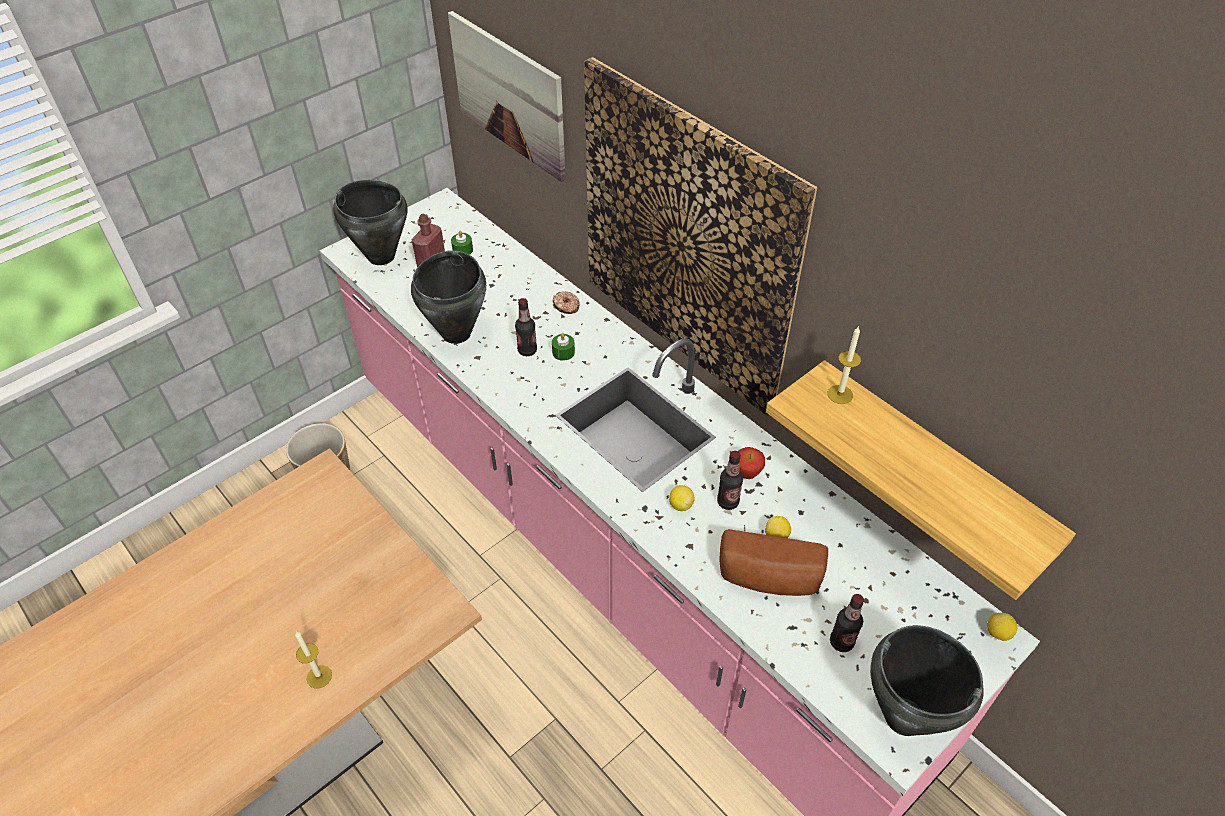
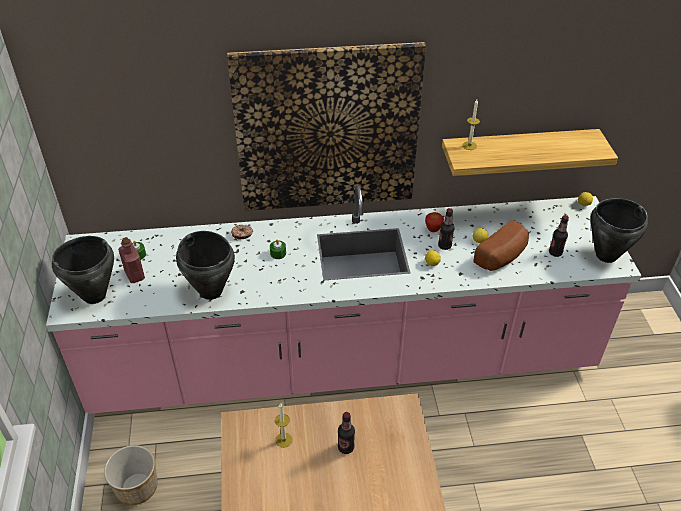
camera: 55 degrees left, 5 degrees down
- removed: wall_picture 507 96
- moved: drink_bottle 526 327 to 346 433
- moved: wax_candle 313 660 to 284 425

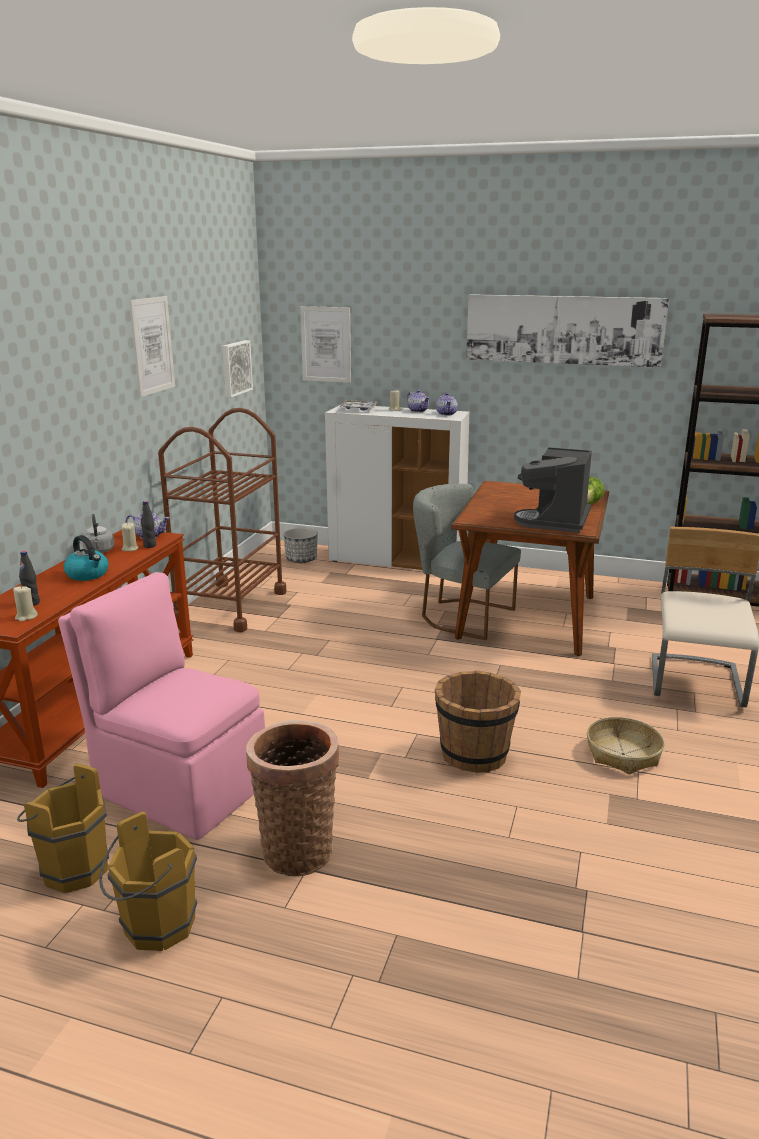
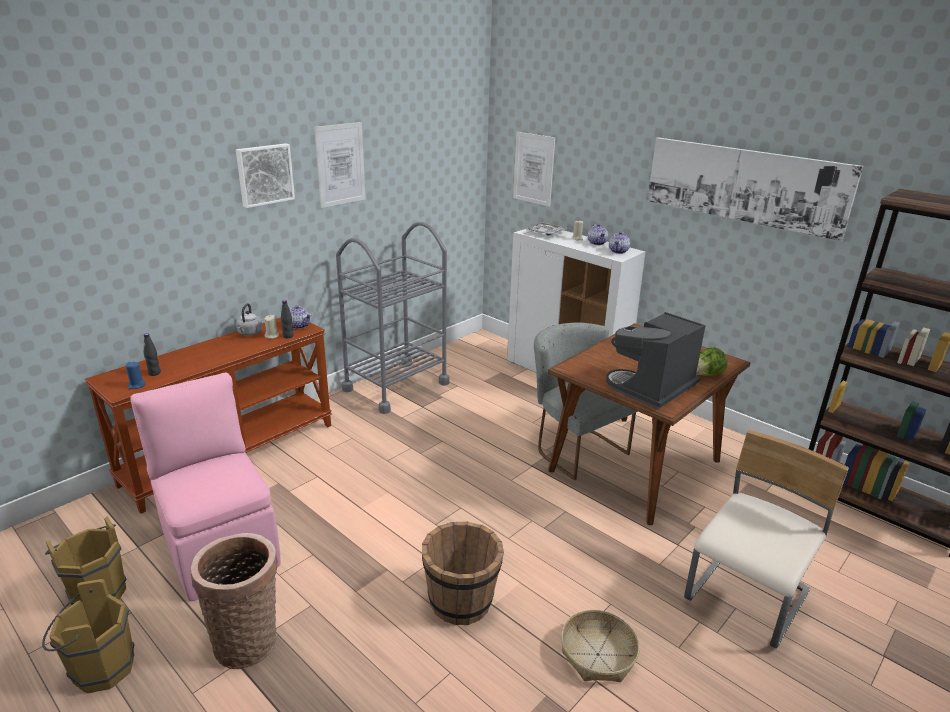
camera: 25 degrees right, 5 degrees up
- moved: wall_picture 237 369 to 265 175
- recoloured: brownish_cart 222 520 to grey_cart 393 318
- removed: plant_pot 300 545
- removed: water_kettle 86 558
- recoloured: beige_wax_candle 25 604 to bluish_wax_candle 136 375

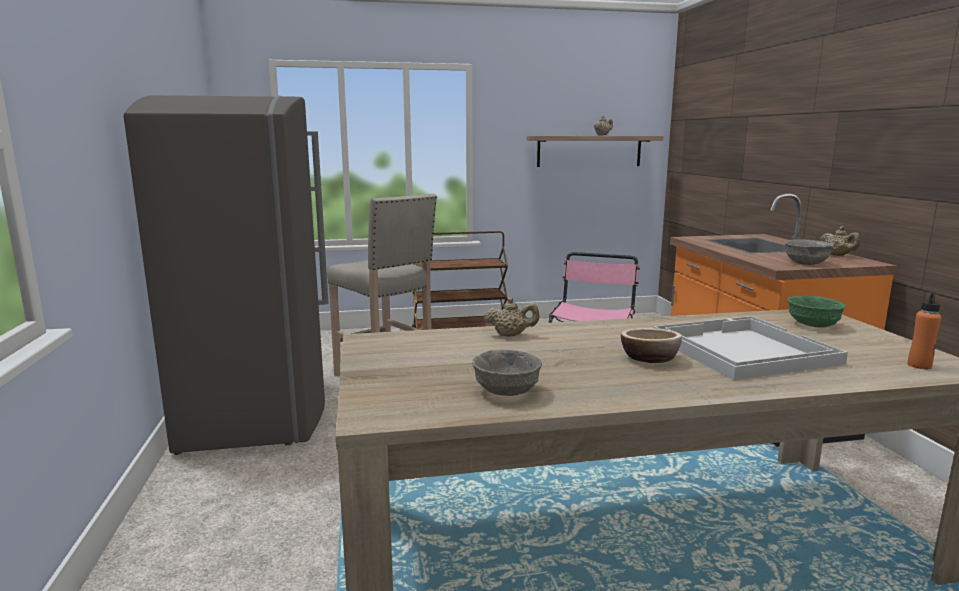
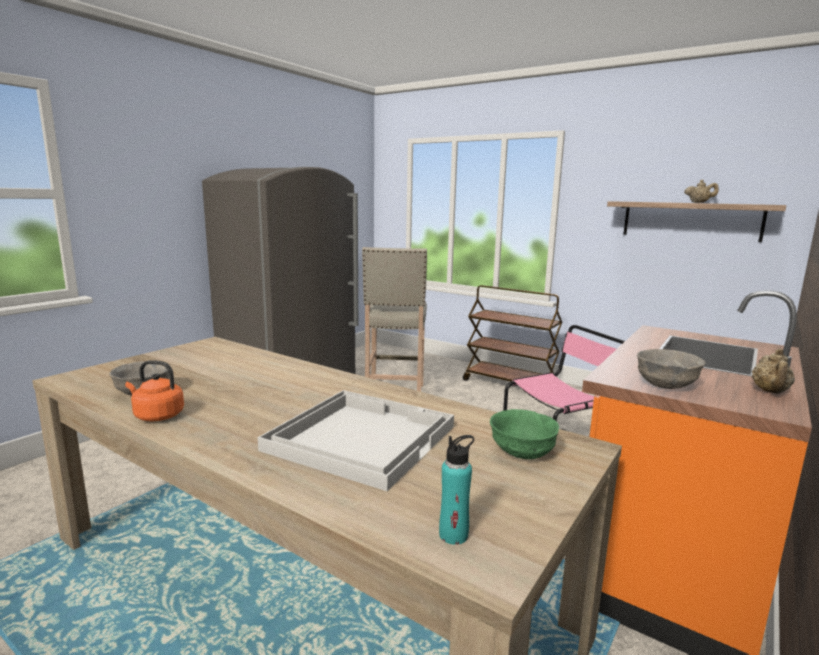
camera: 45 degrees right, 0 degrees up
- recoloured: orangey_drink_bottle 924 330 to turquoise_drink_bottle 456 490
- removed: beige_teapot 511 317
- removed: deep_dish 651 345
- added: orangey_water_kettle 154 390

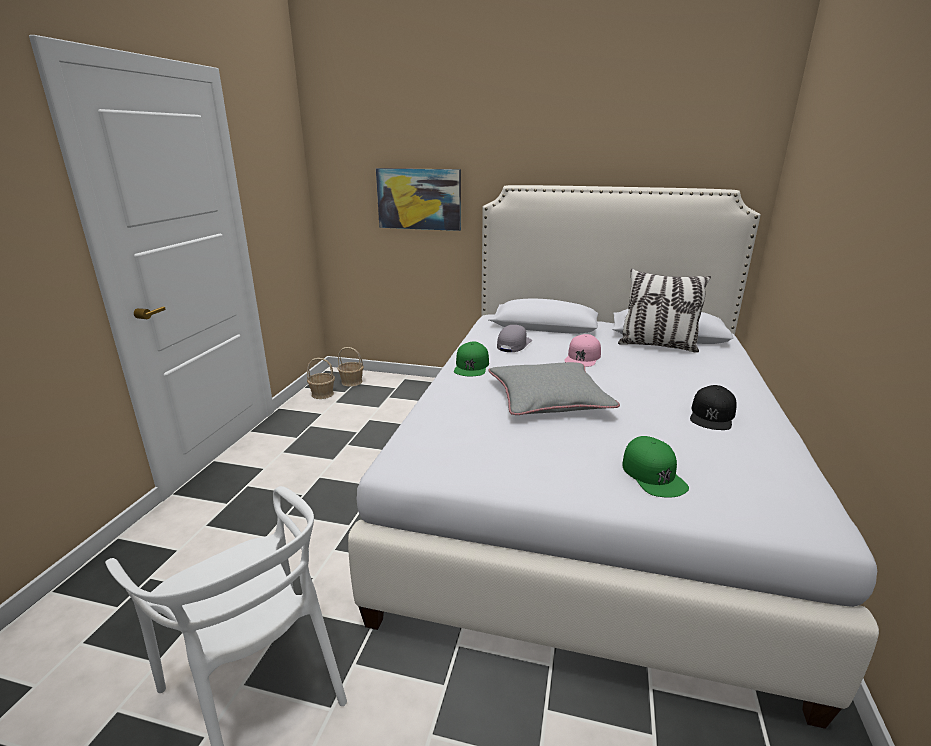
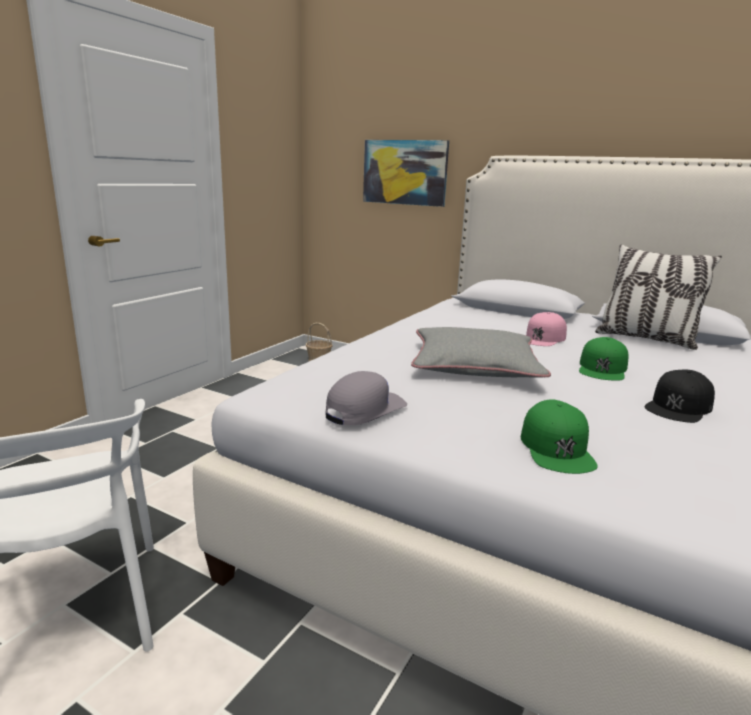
camera: 15 degrees right, 5 degrees down
- moved: grey_baseball_cap 514 338 to 366 398
- moved: green_baseball_cap 471 358 to 604 359
- removed: household_basket 321 378

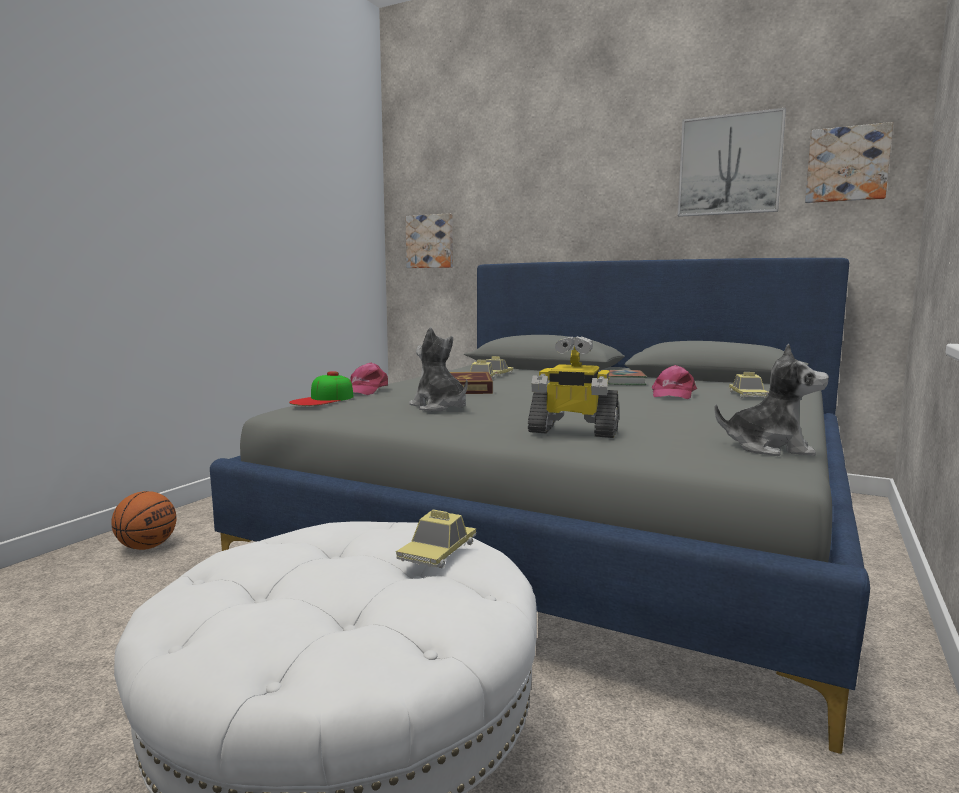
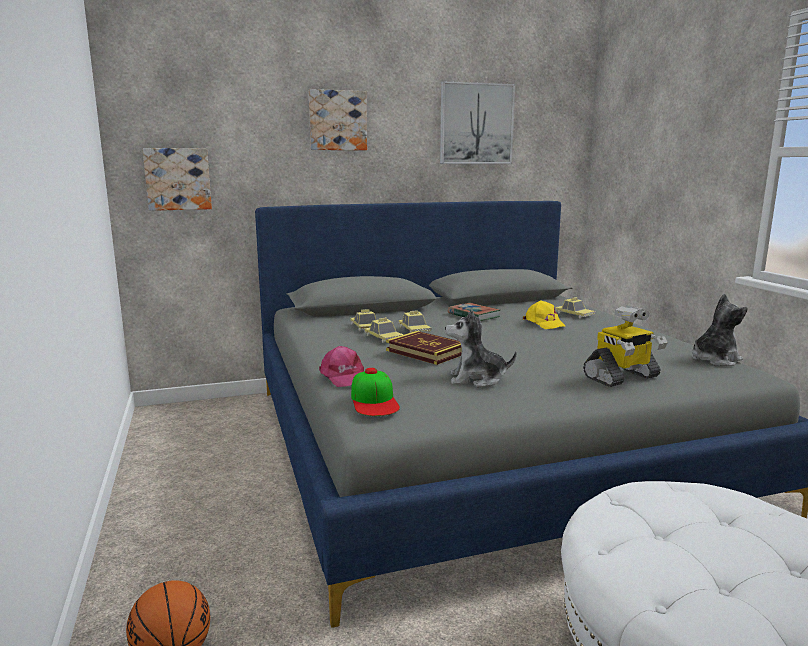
camera: 45 degrees left, 5 degrees up
- moved: wall_picture 849 162 to 338 119
- recoloured: pink_baseball_cap 674 382 to yellow-coloured_baseball_cap 544 314
- moved: toy_car 436 538 to 415 321

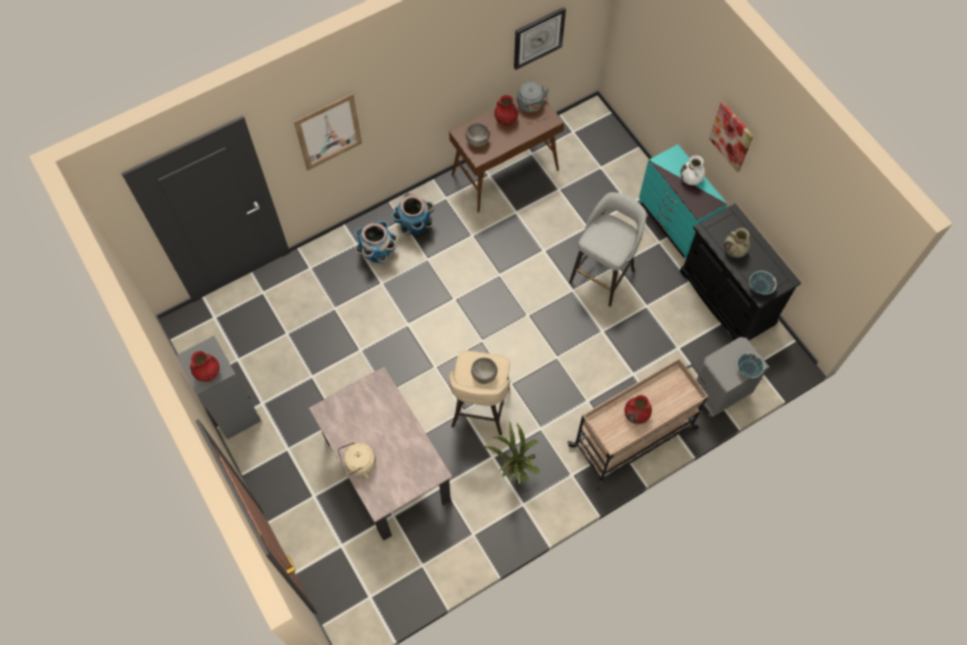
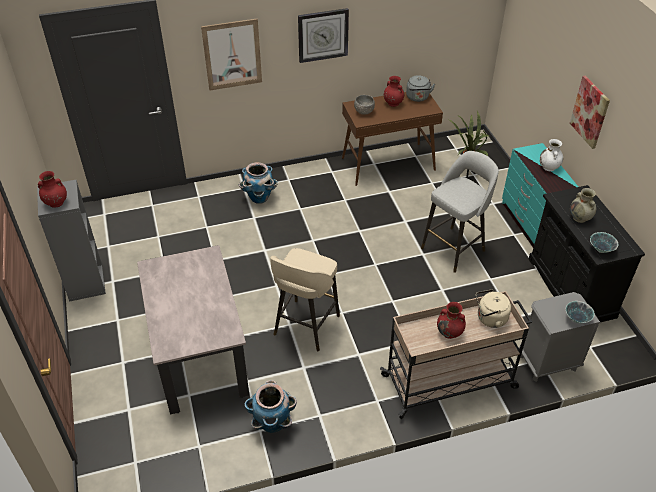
camera: 15 degrees right, 20 degrees down
- moved: clock_on_the_wall 540 38 to 323 35
- moved: plant_pot 413 213 to 271 406
- removed: grey_deep_dish 484 371
- moved: houseplant 511 454 to 469 144
- moved: beige_water_kettle 357 460 to 493 308

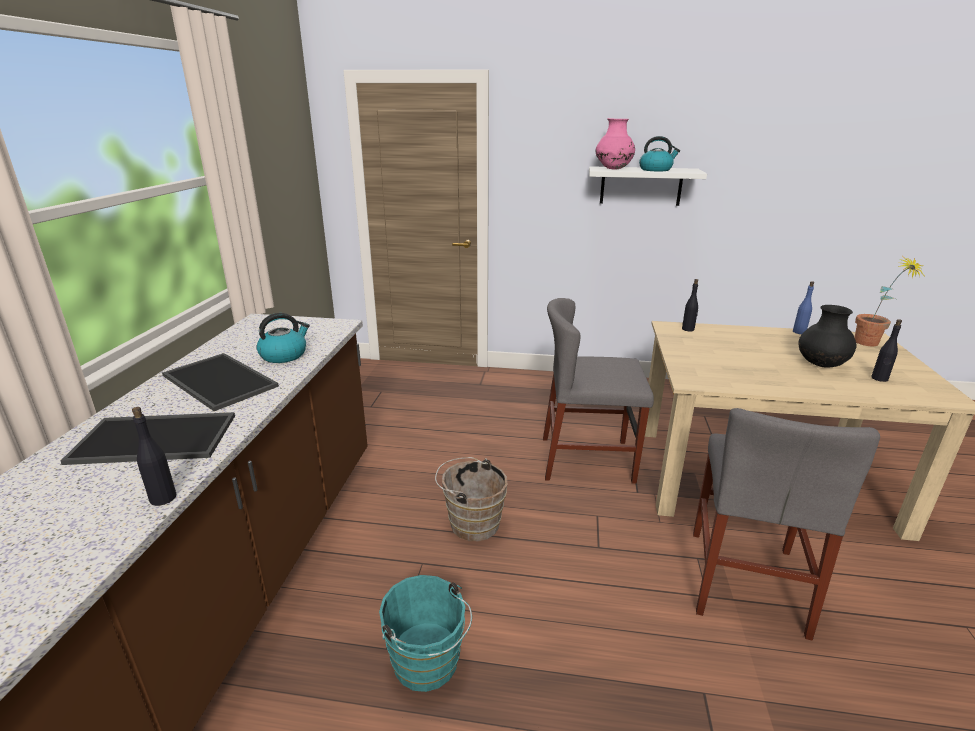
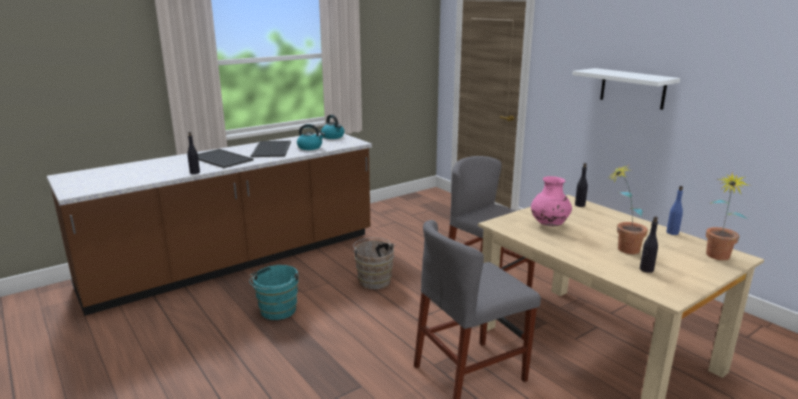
camera: 45 degrees right, 5 degrees down
- moved: pink_vase 615 144 to 551 201
- moved: water_kettle 659 153 to 333 127
- replaced: black_vase 827 336 to houseplant 628 209

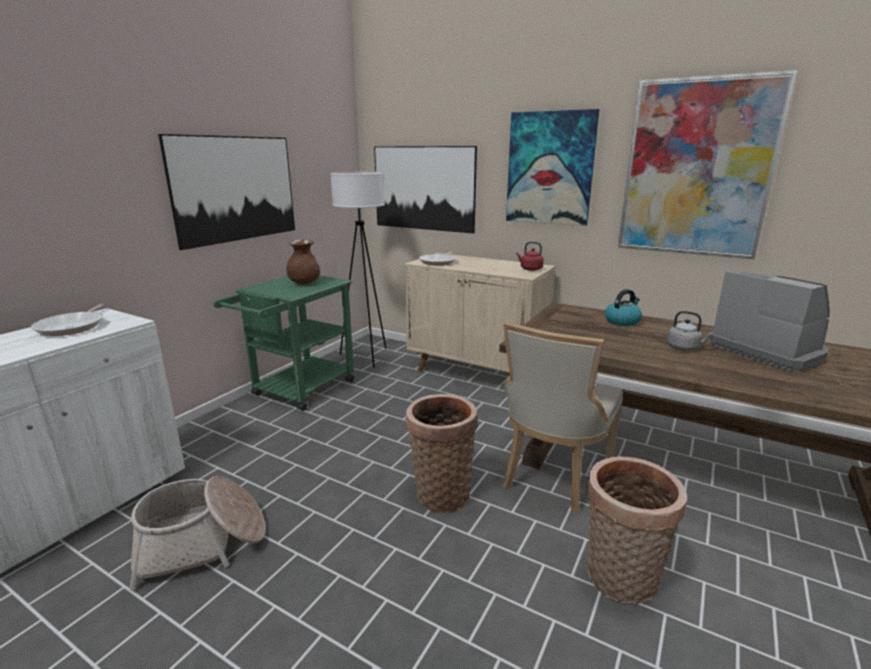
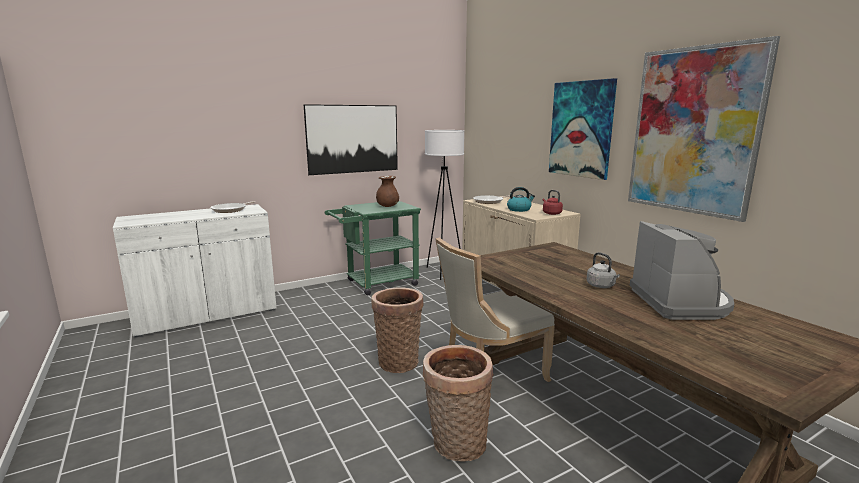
camera: 30 degrees right, 5 degrees down
- removed: wall_picture 425 190
- moved: water_kettle 623 307 to 521 199
- removed: household_basket 197 533

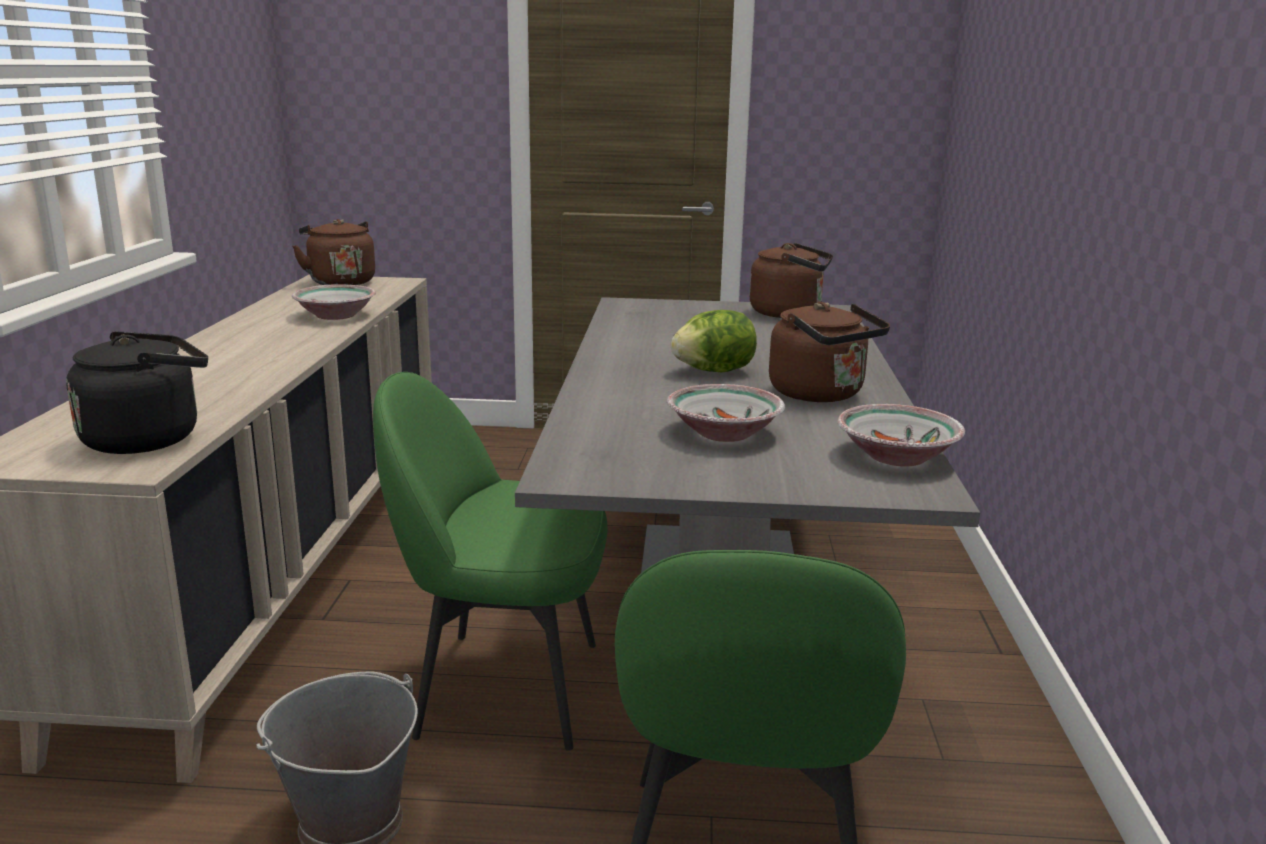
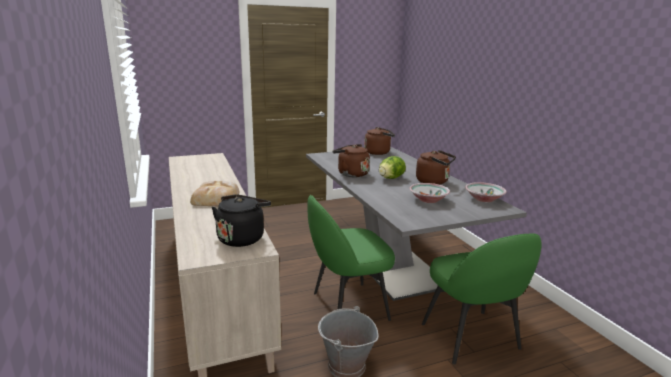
camera: 25 degrees left, 0 degrees up
- moved: brownish_water_kettle 333 252 to 351 160
- removed: deep_dish 334 302
- added: bakery_bread 214 193

